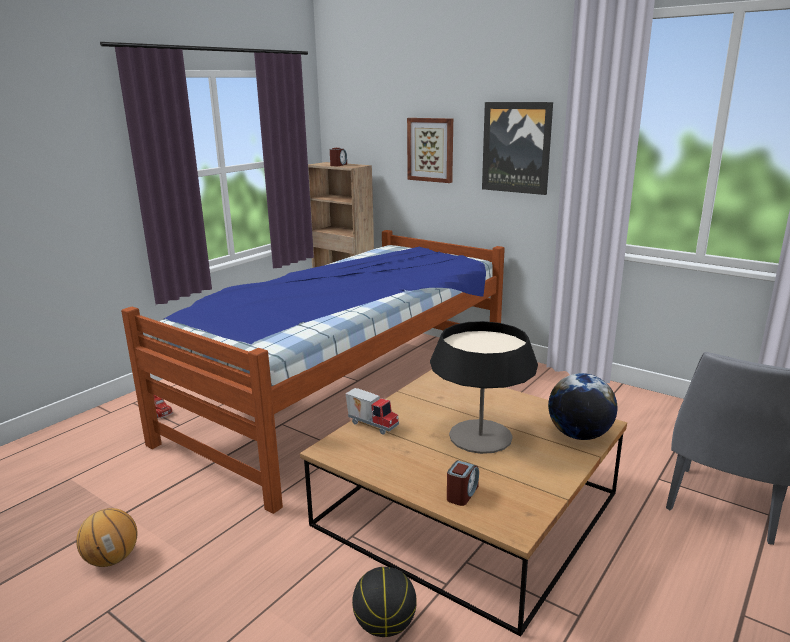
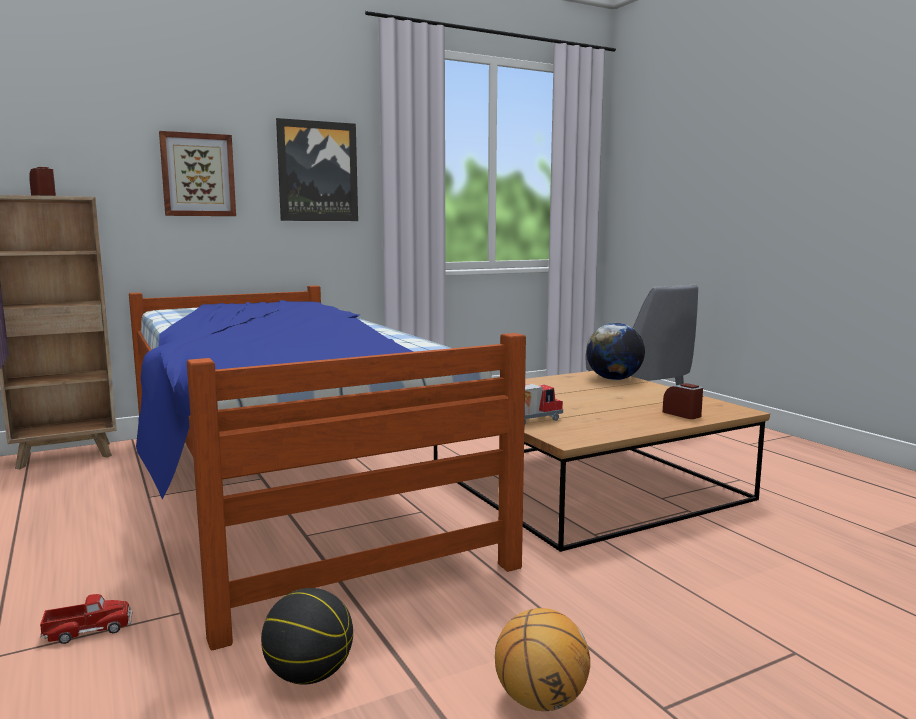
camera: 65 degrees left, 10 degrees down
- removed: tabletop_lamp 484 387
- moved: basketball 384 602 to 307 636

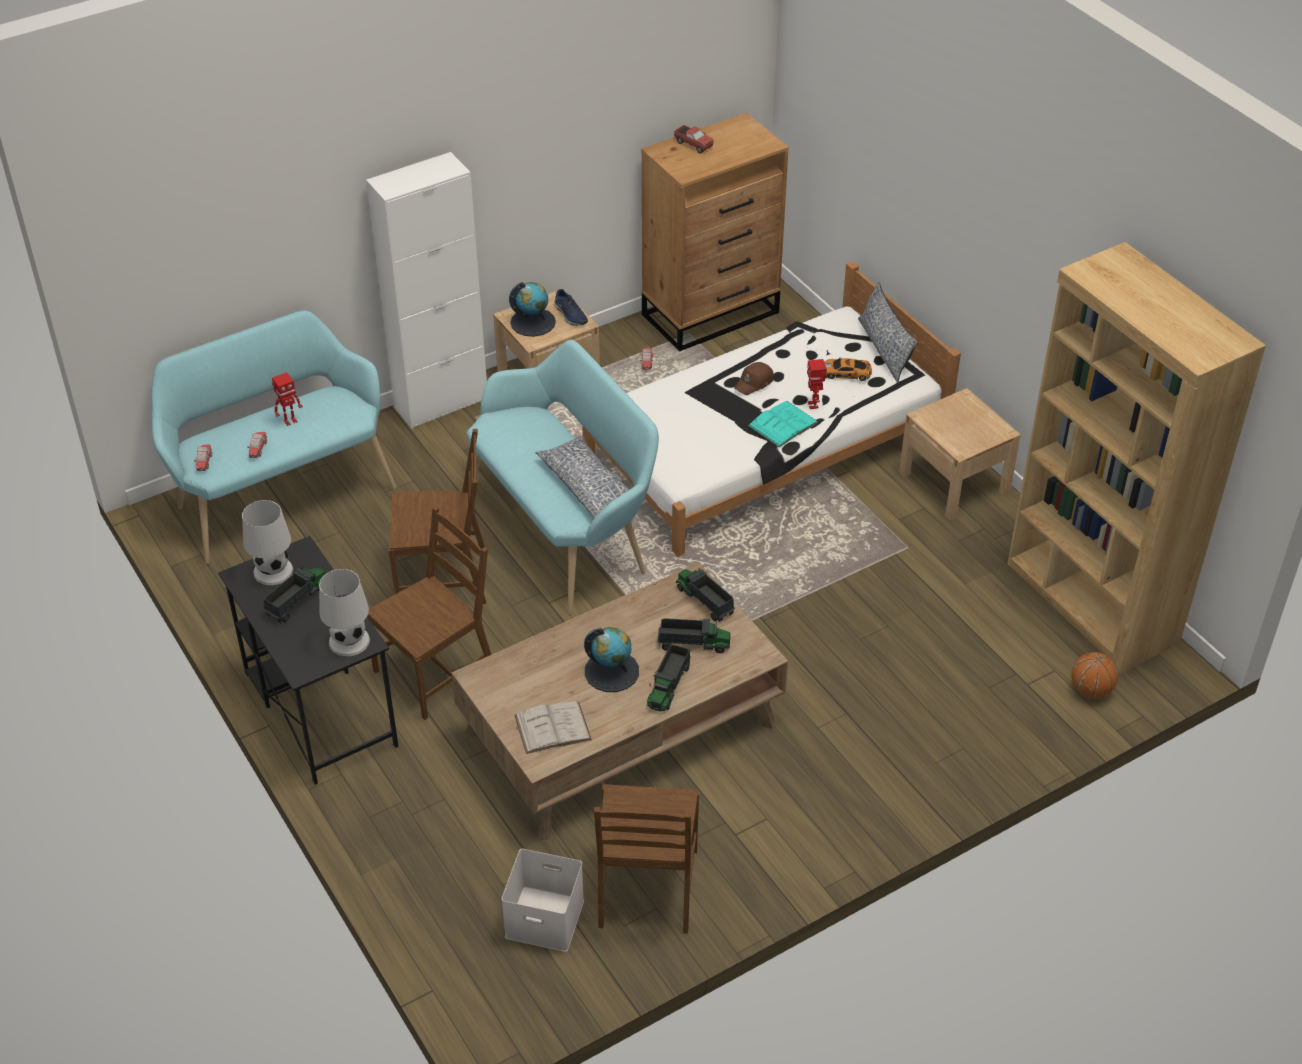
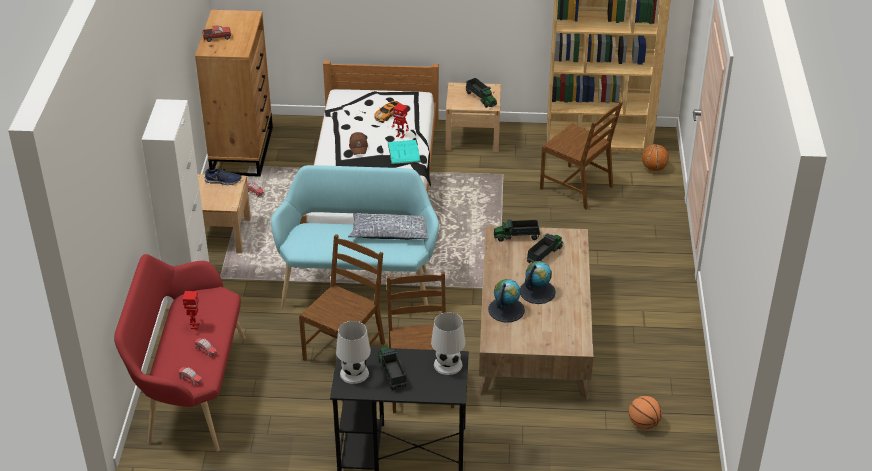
camera: 55 degrees left, 5 degrees down
- moved: globe 532 309 to 506 300
- removed: throw_pillow 888 332
- recoloured: turquoise_bench 273 437 to reddish_bench 180 353
- moved: model_truck 668 678 to 481 93
- removed: white-coloured_volume 553 727
- moved: brownish_upright_chair 646 859 to 581 155
- replaced: white-coloured_storage_container 542 900 to basketball 645 412

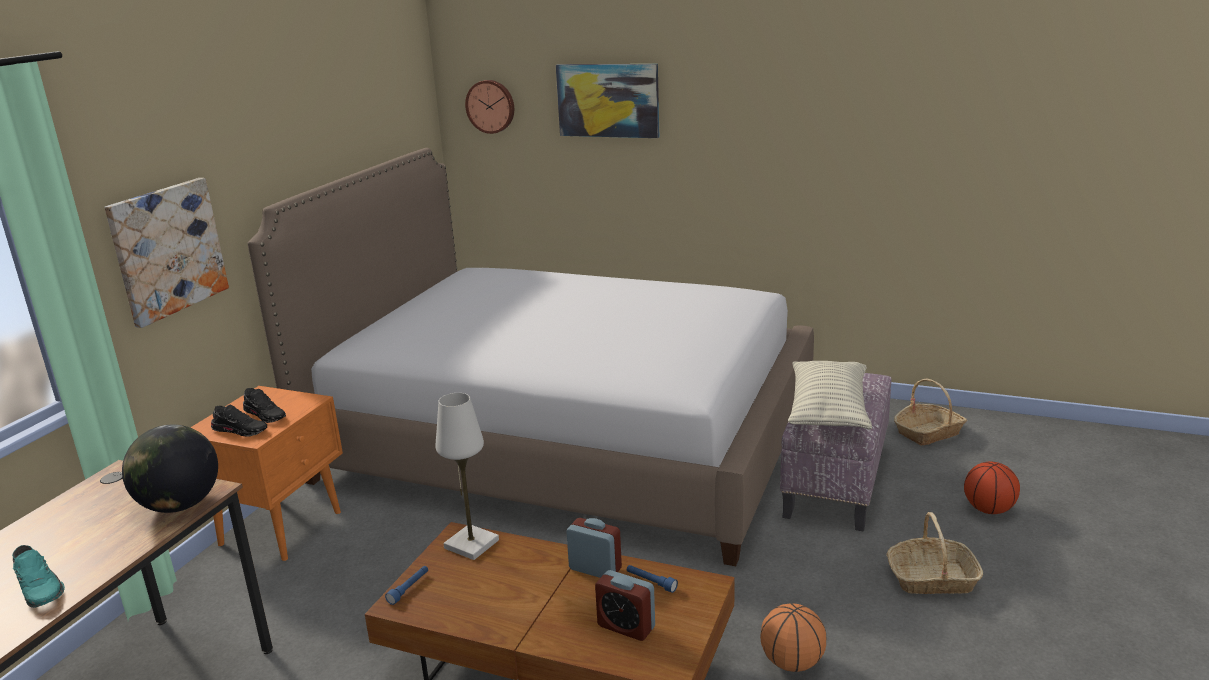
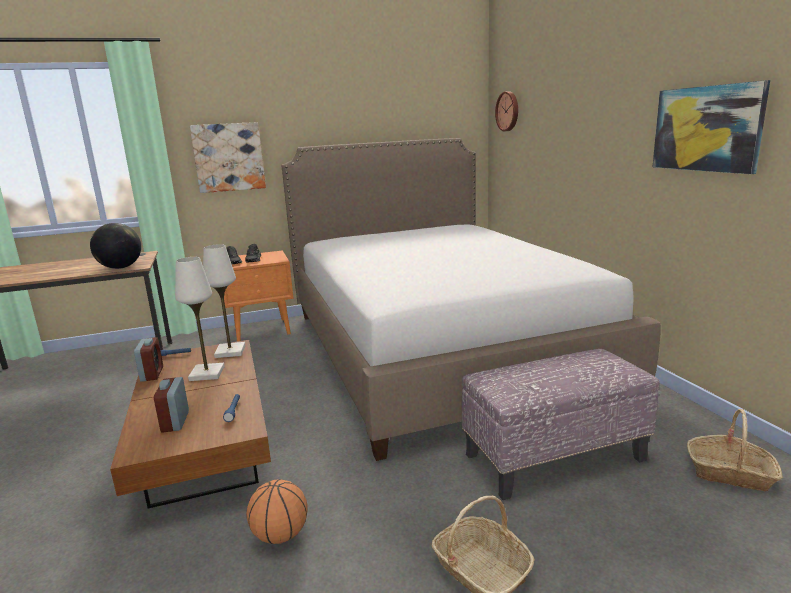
camera: 50 degrees right, 5 degrees down
- moved: wall_picture 607 101 to 711 127
- removed: throw_pillow 830 395
- removed: basketball 992 487
- moved: alarm_clock 594 548 to 148 359
- removed: turquoise_low_shoe 38 576
- added: white-coloured_tabletop_lamp 200 319

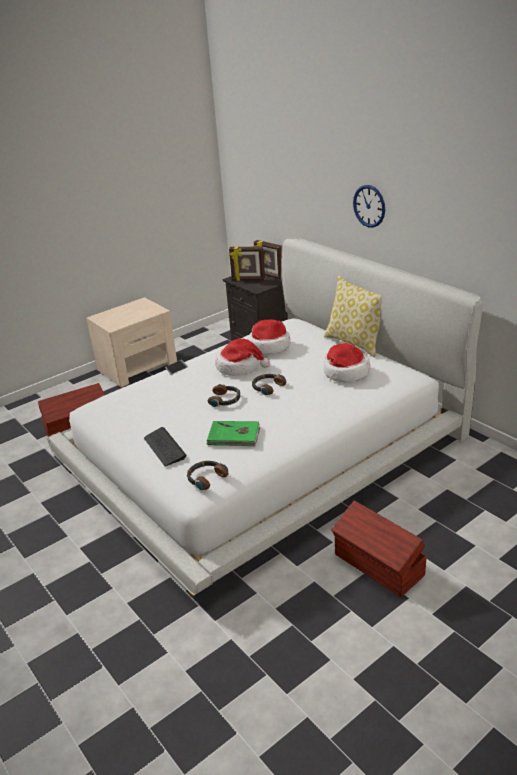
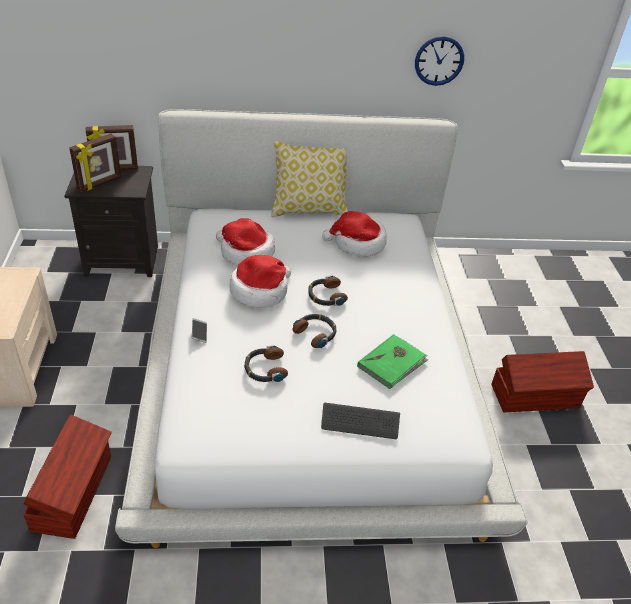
camera: 60 degrees left, 10 degrees up
- moved: clock_on_the_wall 369 206 to 439 61
- moved: pair_of_headphones 207 475 to 266 363

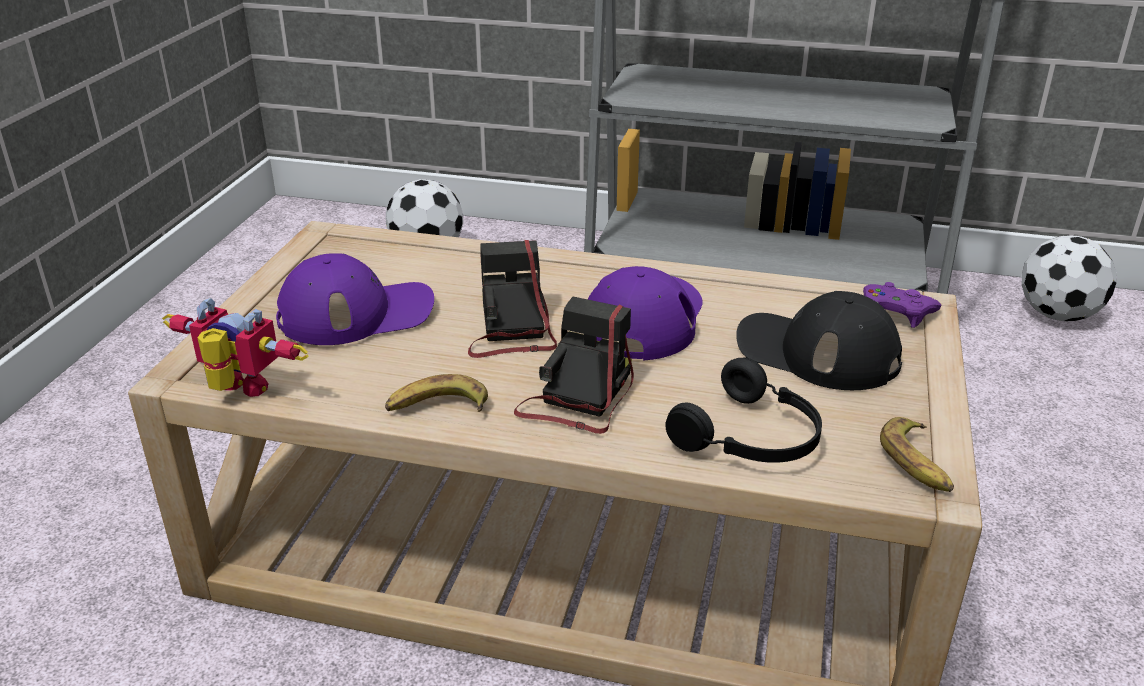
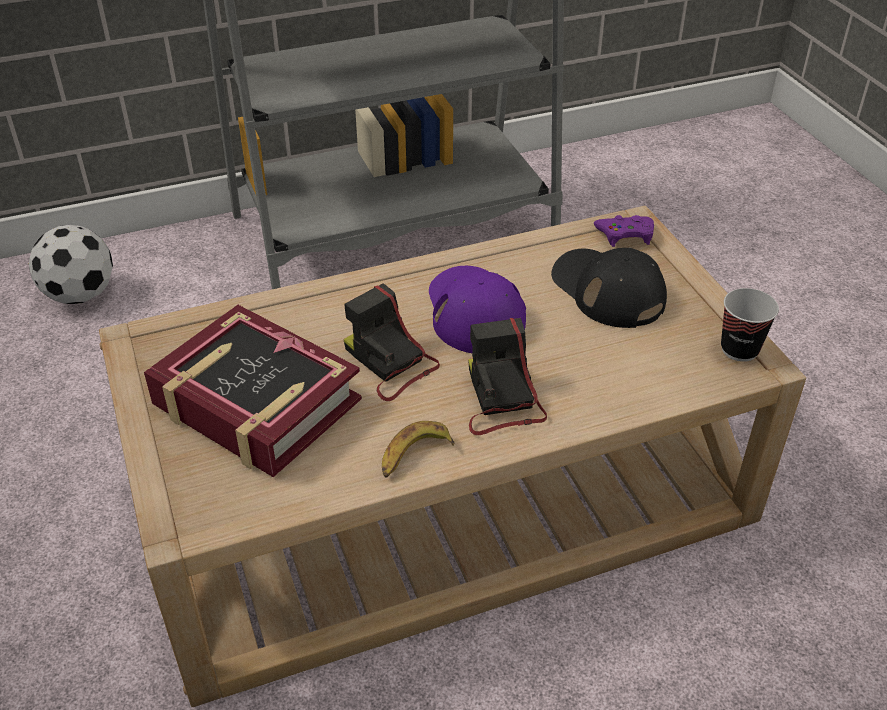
camera: 35 degrees left, 10 degrees up
- removed: football_ball 1069 278
- replaced: purple-coloured_baseball_cap 355 299 to volume 253 391
- turned: black_baseball_cap 819 340 = 609 288 60 degrees clockwise
- removed: robot_figure 235 347
- removed: black_pair_of_headphones 743 410
- replaced: banana 917 454 to drinking_cup 750 325

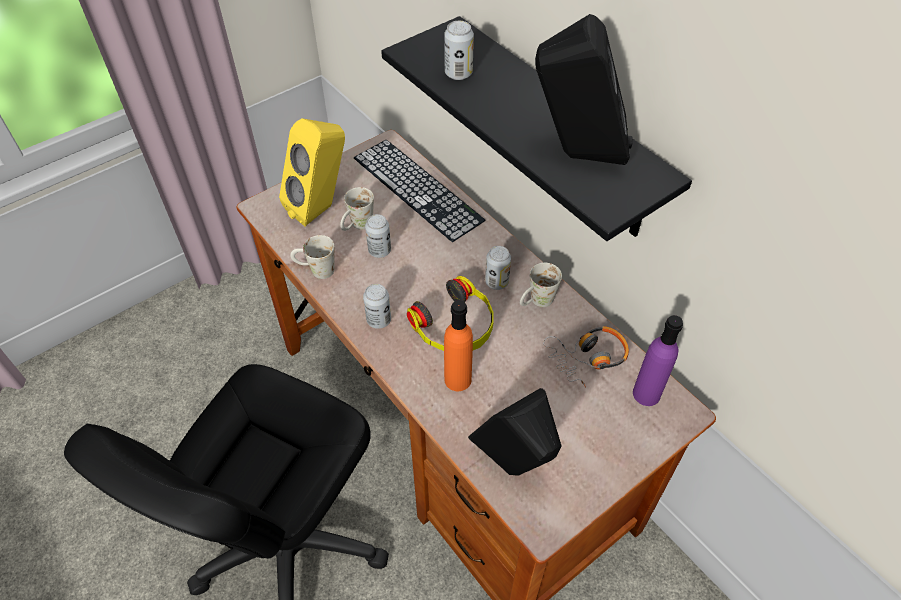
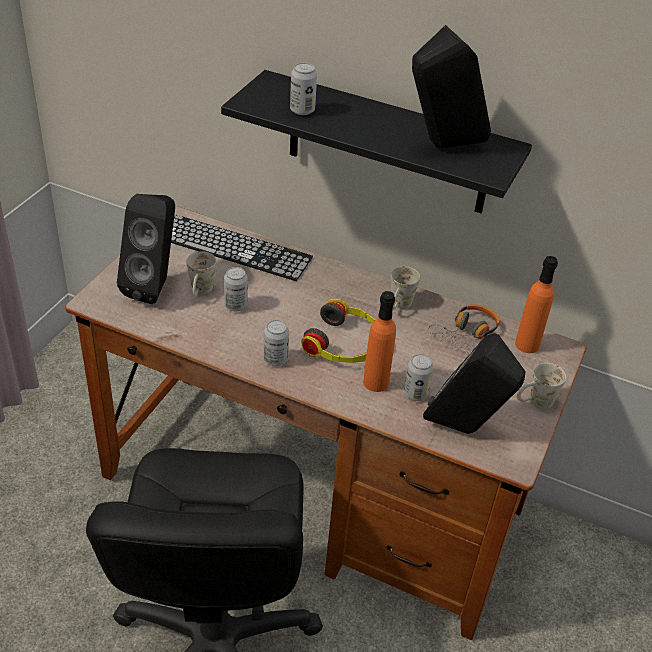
camera: 30 degrees left, 10 degrees down
- recoloured: yellow-coloured_speaker 312 172 to black_speaker 146 249
- moved: white-coloured_mug 312 257 to 541 386
- moved: metal_can 498 268 to 419 377
- recoloured: purple-coloured_drink_bottle 658 360 to orangey_drink_bottle 536 304

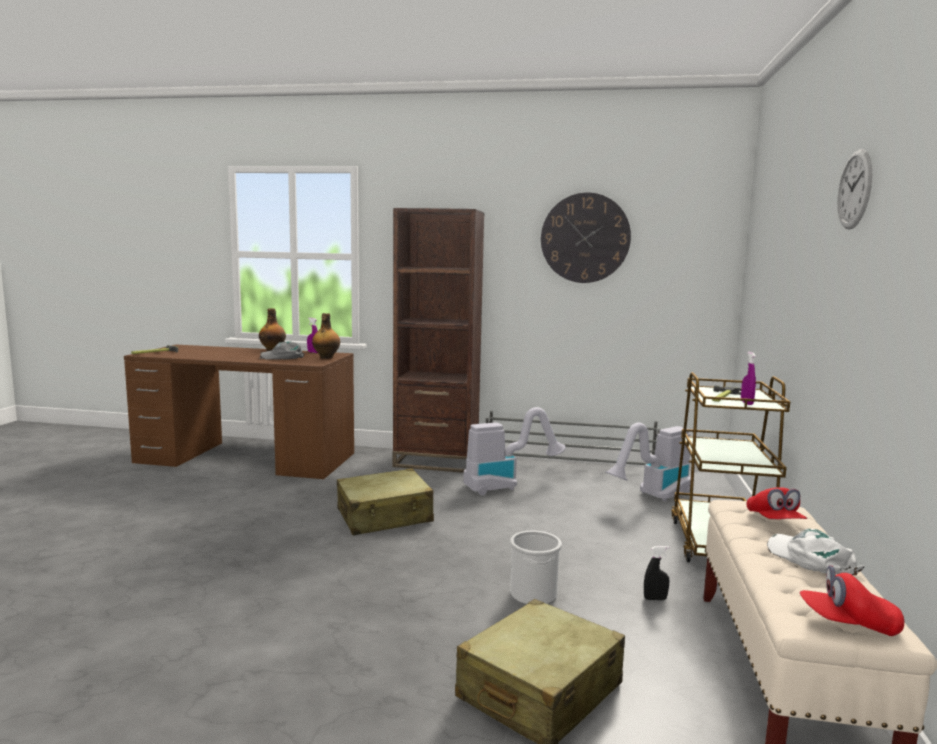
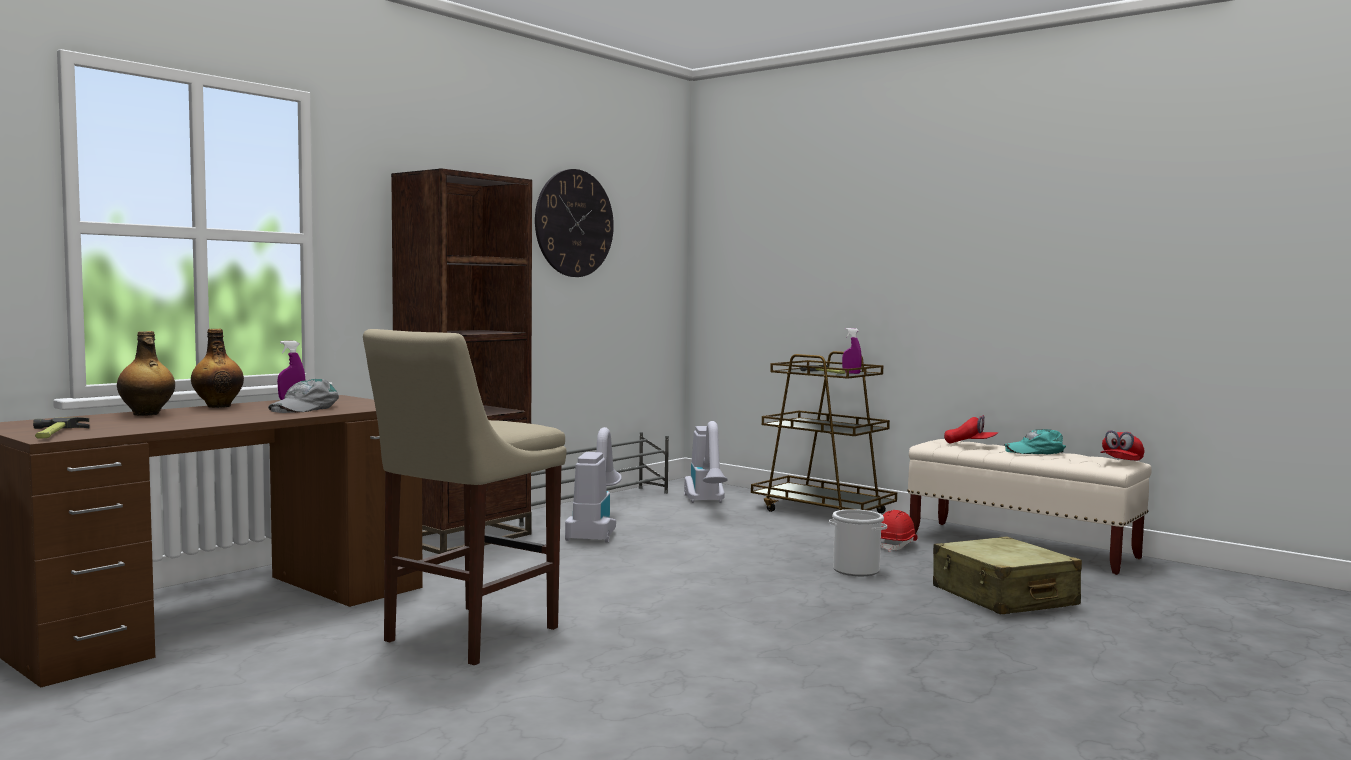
camera: 60 degrees left, 5 degrees down
- removed: clock_on_the_wall 854 189
- moved: drink_bottle 326 336 to 146 373
- removed: beige_suitcase 385 501
- recoloured: white-coloured_baseball_cap 816 552 to turquoise_baseball_cap 1035 441
- replaced: black_spray_bottle 656 573 to reddish_safety_helmet 899 531
- added: beige_stool_seat 464 497

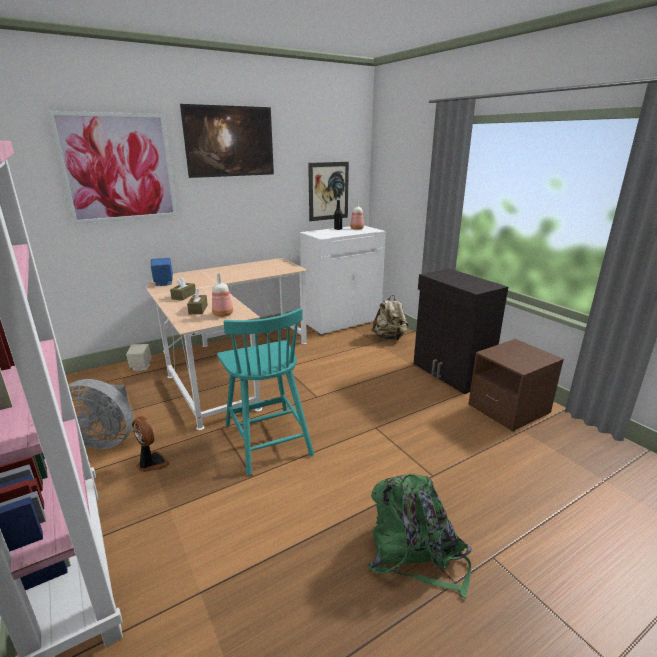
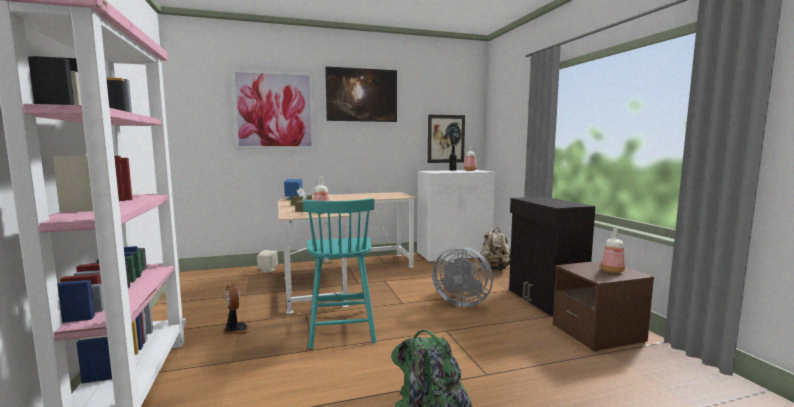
camera: 15 degrees right, 15 degrees down
- moved: grey_cooling_fan 101 414 to 462 276
- added: drink_bottle 613 250

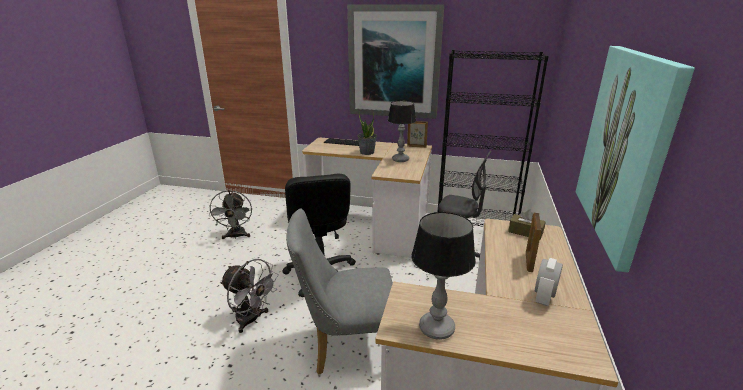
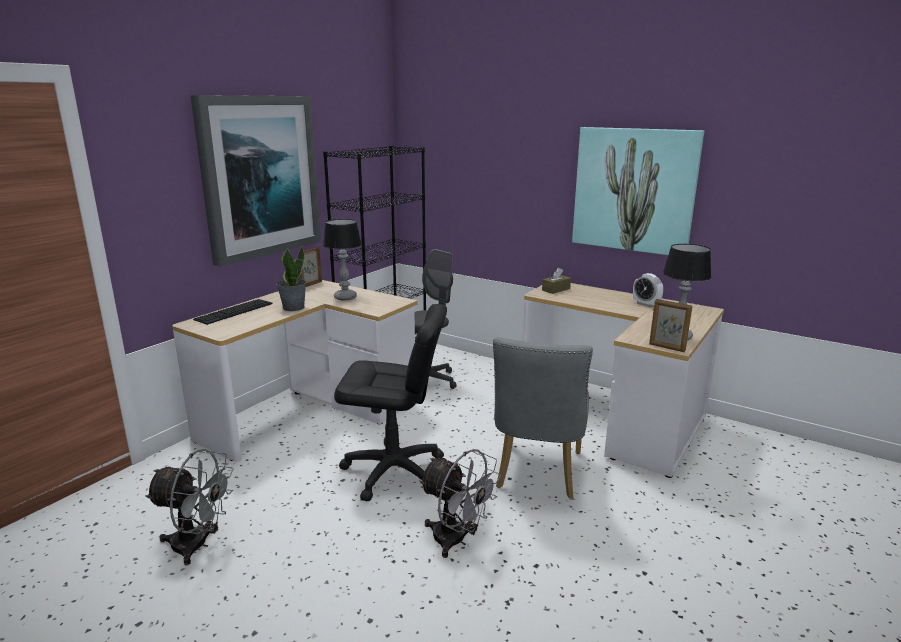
camera: 70 degrees left, 5 degrees down
- moved: photo_frame 534 242 to 670 325
- turned: grey_cooling_fan 249 296 = 460 503 75 degrees clockwise

